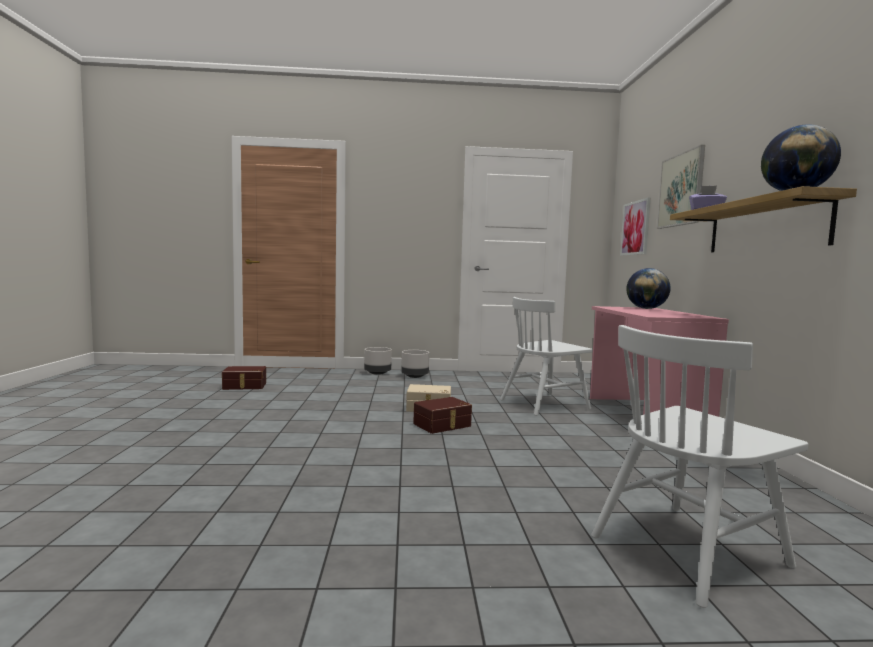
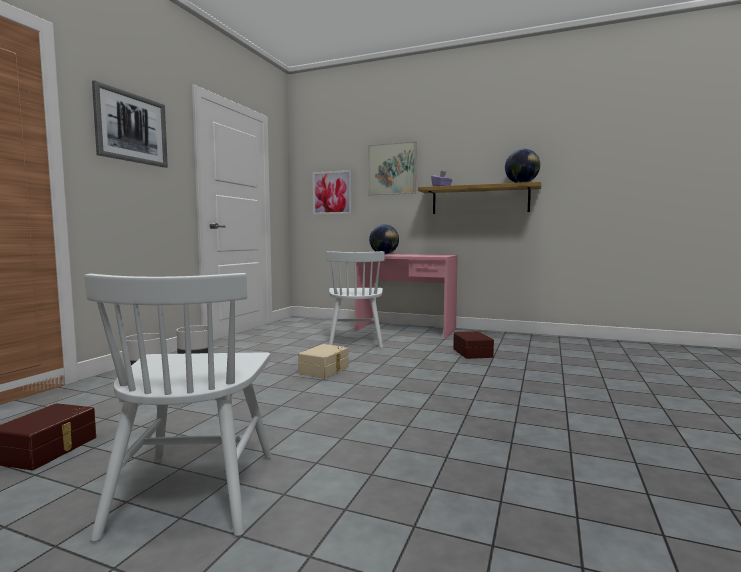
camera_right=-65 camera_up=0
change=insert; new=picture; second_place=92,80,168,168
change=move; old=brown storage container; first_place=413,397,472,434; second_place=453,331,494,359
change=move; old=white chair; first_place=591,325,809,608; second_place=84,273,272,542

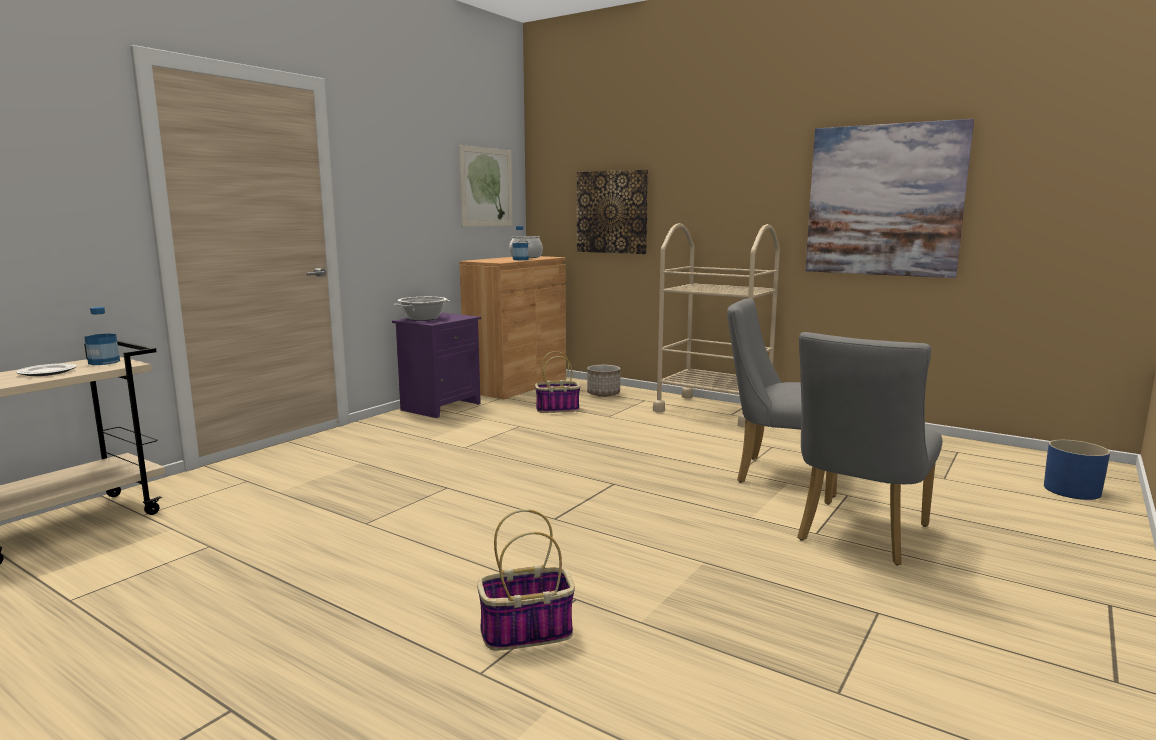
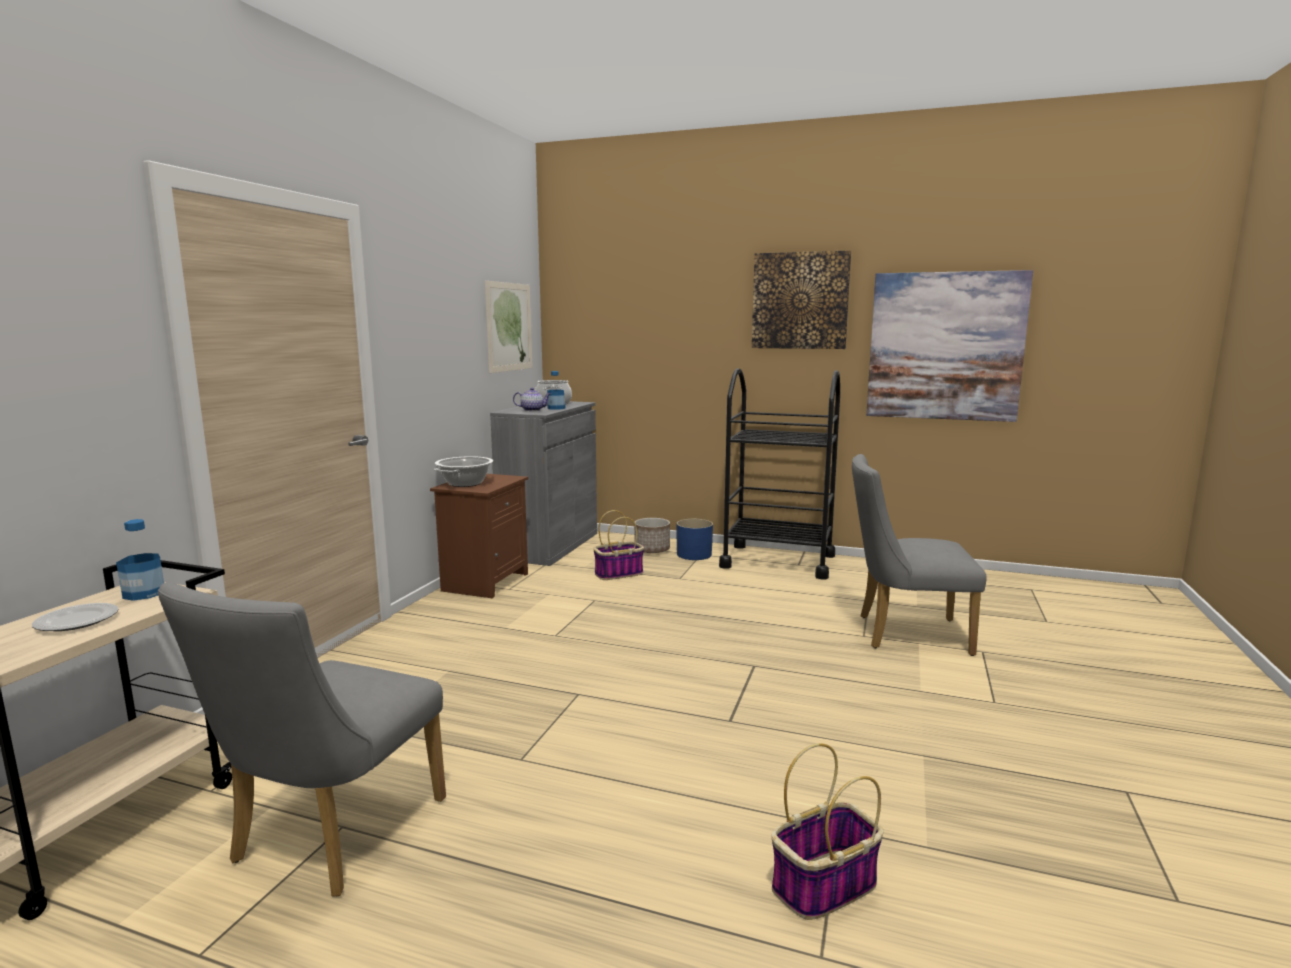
camera_right=-15 camera_up=0
change=insert; new=pot for tea; second_place=513,388,551,411
change=move; old=picture; first_place=577,170,648,254; second_place=752,250,851,349
change=move; old=greyish chair; first_place=797,332,942,565; second_place=158,582,446,897
change=move; old=bluish plant pot; first_place=1044,440,1110,500; second_place=677,519,713,560
change=recolor; old=purplish night table; new=brown night table; first_place=392,313,481,418; second_place=430,474,528,598
change=recolor; old=brown cabinet; new=greyish cabinet; first_place=459,256,566,399; second_place=490,401,597,566
change=recolor; old=sand-coloured cart; new=black cart; first_place=653,223,780,427; second_place=719,368,840,579

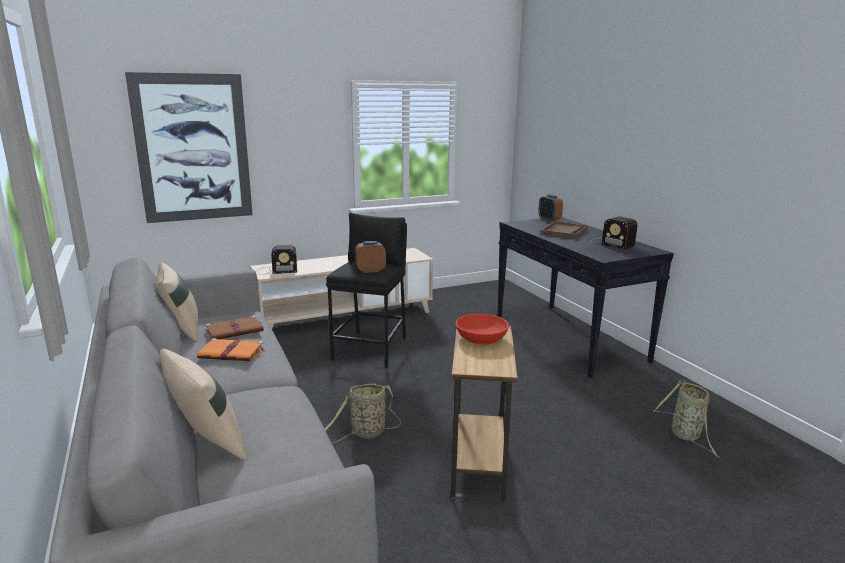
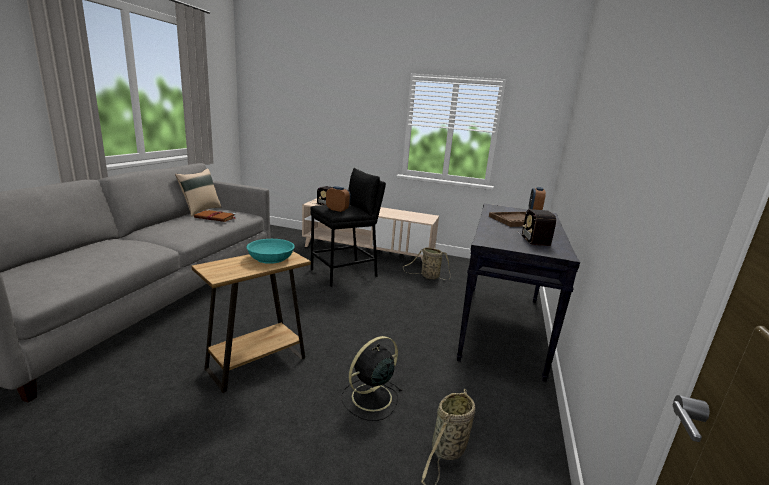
camera_right=40 camera_up=0
change=delete; old=picture; first_place=125,72,253,223
change=delete; old=sand-coloured throw pillow; first_place=160,349,247,460
change=delete; old=orange book; first_place=197,338,265,361
change=insert; new=black fan; second_place=341,336,402,421
change=move; old=household basket; first_place=324,384,401,443; second_place=403,247,451,280
change=recolor; old=red serving bowl; new=turquoise serving bowl; first_place=455,314,509,345; second_place=246,239,295,264

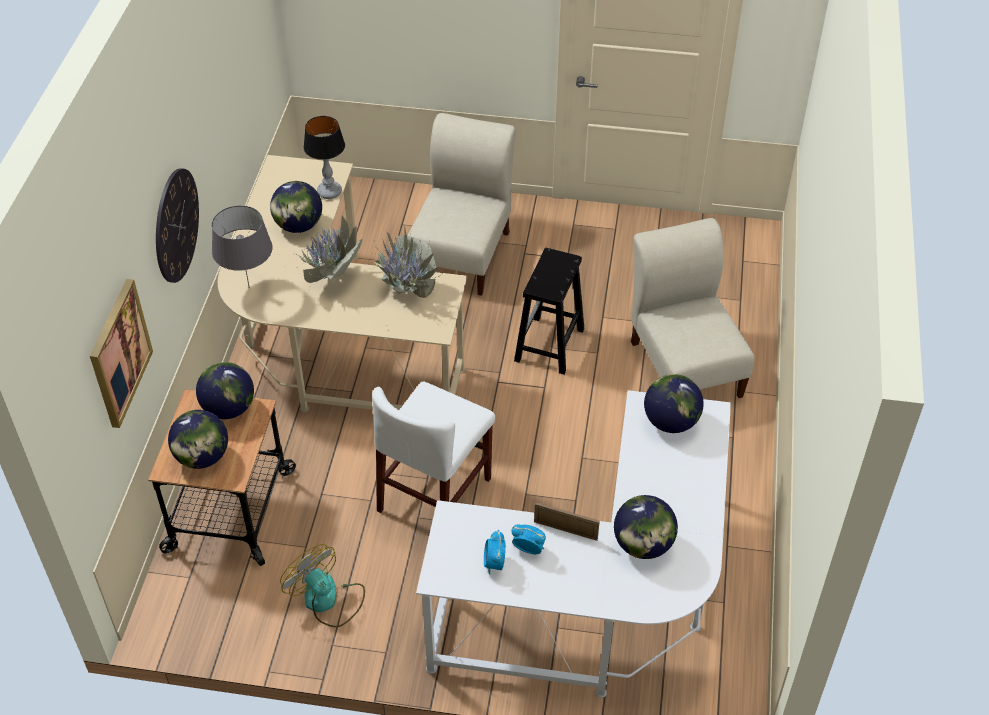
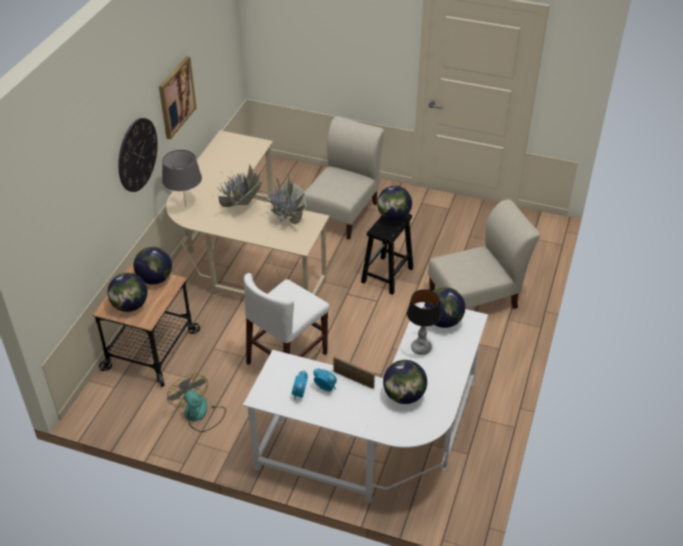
camera_right=10 camera_up=-5
change=move; old=picture; first_place=90,279,153,428; second_place=159,56,197,139
change=move; old=desk globe; first_place=270,181,322,233; second_place=377,186,412,221
change=move; old=tabletop lamp; first_place=304,116,345,199; second_place=407,289,441,355
change=rotate; old=sand-coloured chair; first_place=631,218,754,398; second_place=428,199,540,309; degrees=75

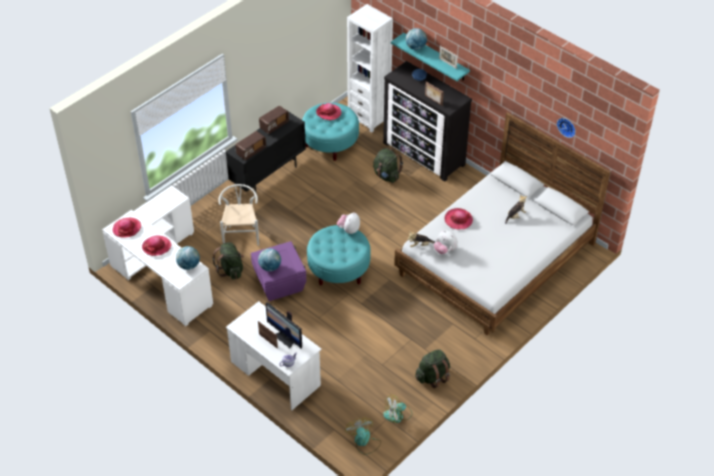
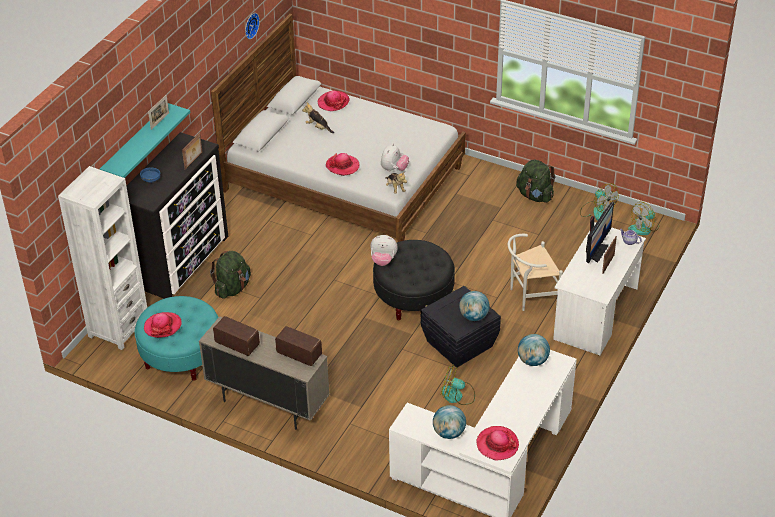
camera_right=-105 camera_up=-5
change=move; old=hat; first_place=142,236,171,256; second_place=318,90,350,111
change=move; old=white chair; first_place=218,184,259,246; second_place=508,234,563,311
change=move; old=desk globe; first_place=405,28,427,50; second_place=433,405,466,439
change=replace; old=green-coloured backpack; new=fan; first_place=212,242,244,280; second_place=441,365,475,405
change=recolor; old=black cabinet; new=sand-coloured cabinet; first_place=226,111,306,194; second_place=199,316,330,430
change=recolor; old=purplish storage container; new=black storage container; first_place=251,241,307,301; second_place=421,286,501,368
change=recolor; old=turquoise ottoman; new=black ottoman; first_place=307,225,371,286; second_place=373,240,455,320

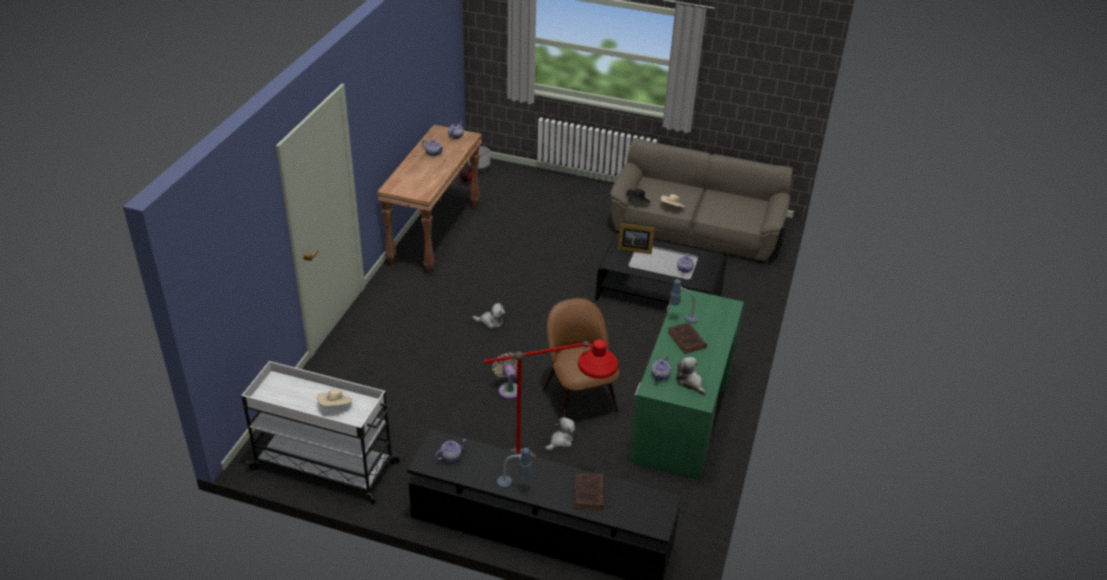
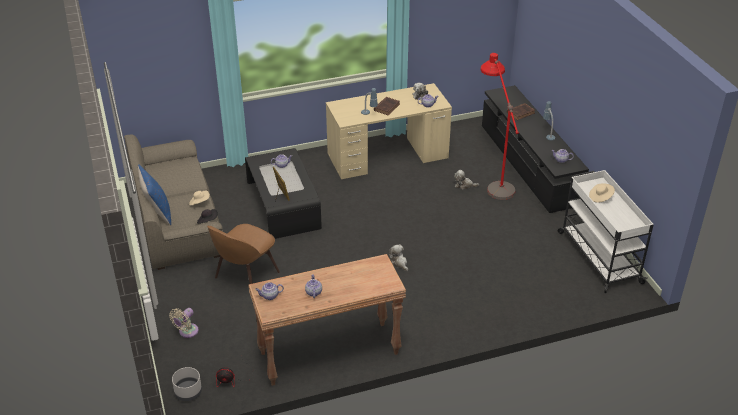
camera_right=-125 camera_up=0
change=insert; new=bluish throw pillow; second_place=138,164,171,225
change=move; old=sand-coloured fan; first_place=492,353,518,399; second_place=169,308,198,338
change=move; old=brown chair; first_place=543,298,619,417; second_place=207,224,280,284
change=recolor; old=green-coloured desk unit; new=sand-coloured desk unit; first_place=629,289,744,480; second_place=326,83,452,179

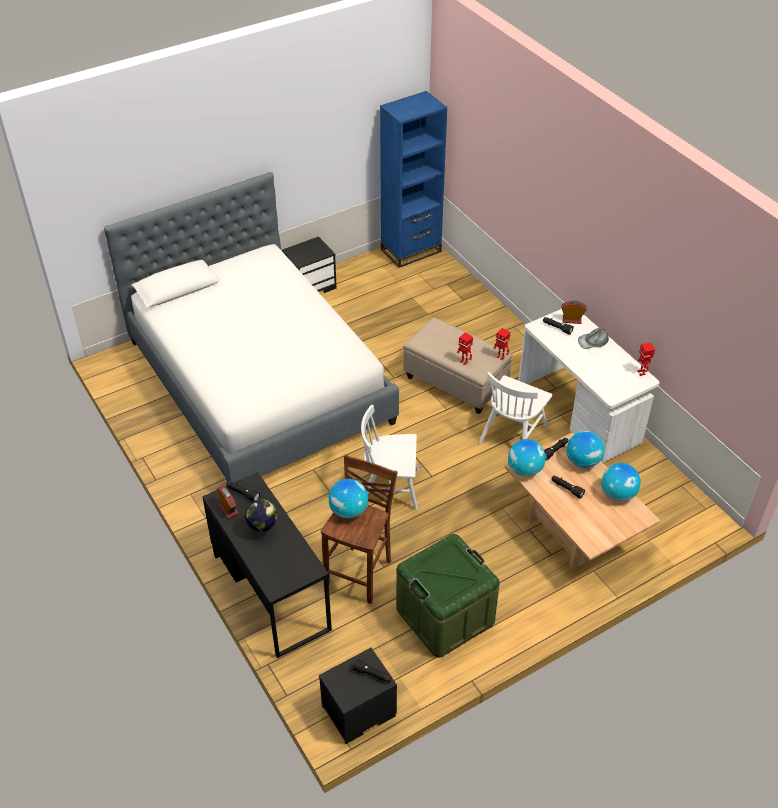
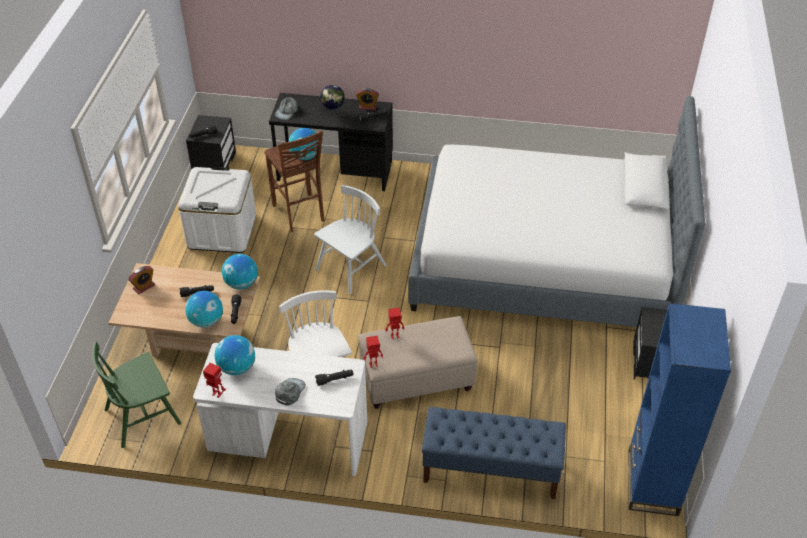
camera_right=130 camera_up=0
change=insert; new=green-coloured chair; second_place=92,342,181,448
change=insert; new=greyish cap; second_place=275,96,298,120
change=insert; new=bluish indoor bench; second_place=422,407,566,499
change=move; old=table clock; first_place=561,301,586,324; second_place=128,266,155,294
change=move; old=desk globe; first_place=602,463,641,501; second_place=214,335,255,375
change=recolor; old=green-coloured storage container; new=white storage container; first_place=396,534,500,657; second_place=178,167,256,253

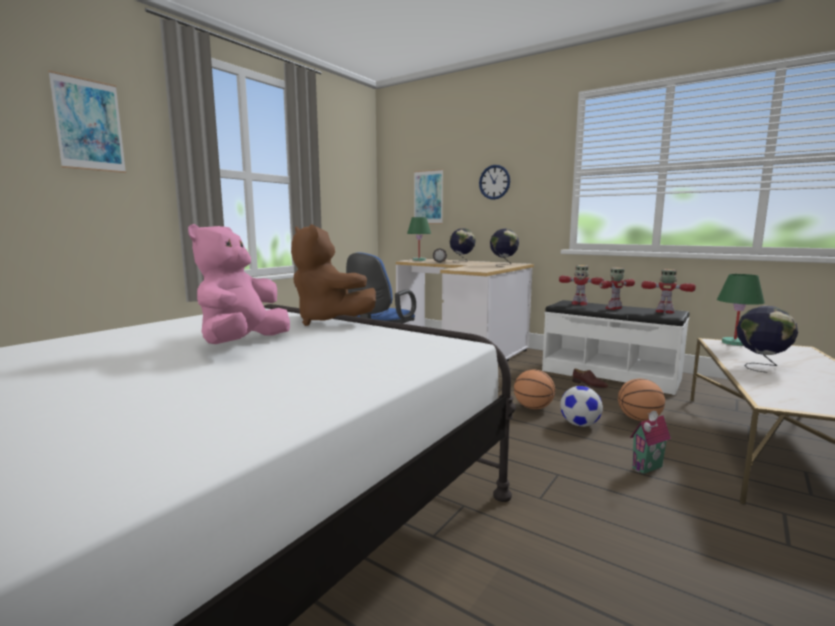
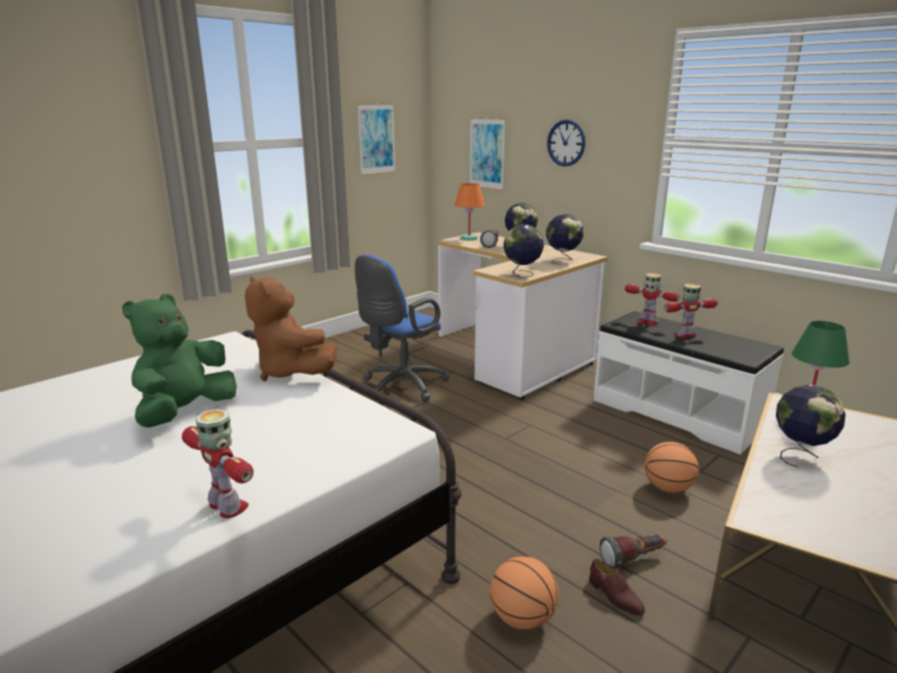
camera_right=10 camera_up=10
change=delete; old=football; first_place=560,386,603,427
change=insert; new=desk globe; second_place=504,224,544,277
change=move; old=picture; first_place=48,70,126,173; second_place=357,103,396,176
change=move; old=basketball; first_place=514,370,555,409; second_place=490,556,559,630
change=move; old=brown shoe; first_place=572,369,608,389; second_place=589,558,645,616
change=move; old=robot figure; first_place=642,269,696,313; second_place=182,409,253,518
change=replace; old=toy house; new=torch; first_place=630,411,671,474; second_place=600,535,667,569
change=recolor; old=pink-coloured cuddly toy; new=green-coloured cuddly toy; first_place=188,224,290,344; second_place=122,294,237,428
change=recolor; old=green-coloured tabletop lamp; new=orange tabletop lamp; first_place=407,217,431,261; second_place=454,183,485,240

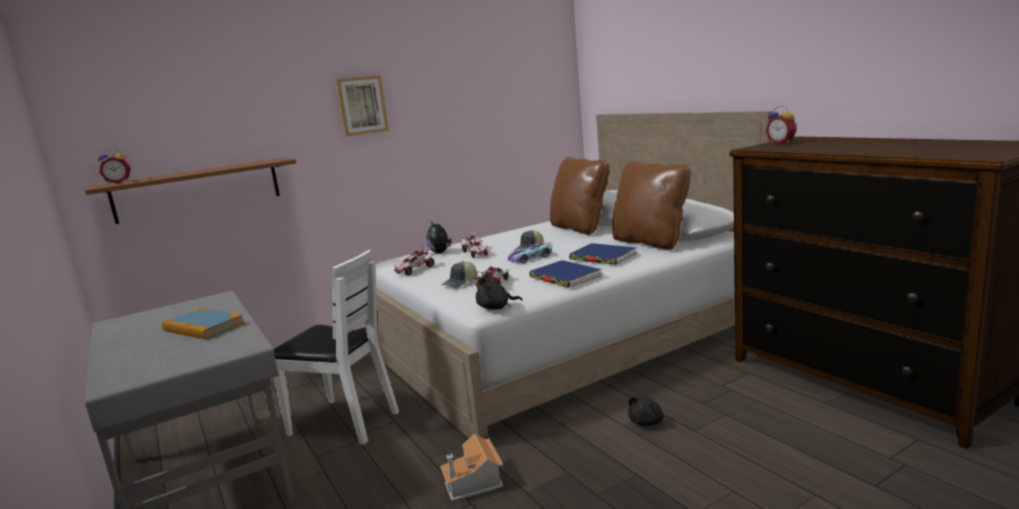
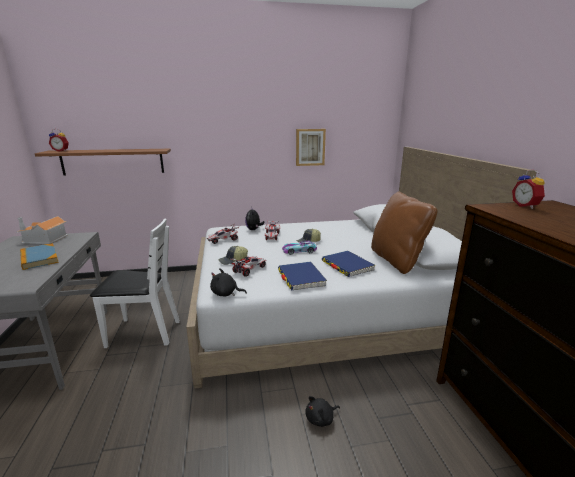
camera_right=20 camera_up=5
change=delete; old=brown throw pillow; first_place=550,157,609,235
change=move; old=picture; first_place=335,75,389,136; second_place=296,129,326,166
change=move; old=toy house; first_place=440,434,503,502; second_place=16,216,68,244
change=rotate; old=white chair; first_place=273,250,399,445; second_place=90,218,180,348; degrees=-45

